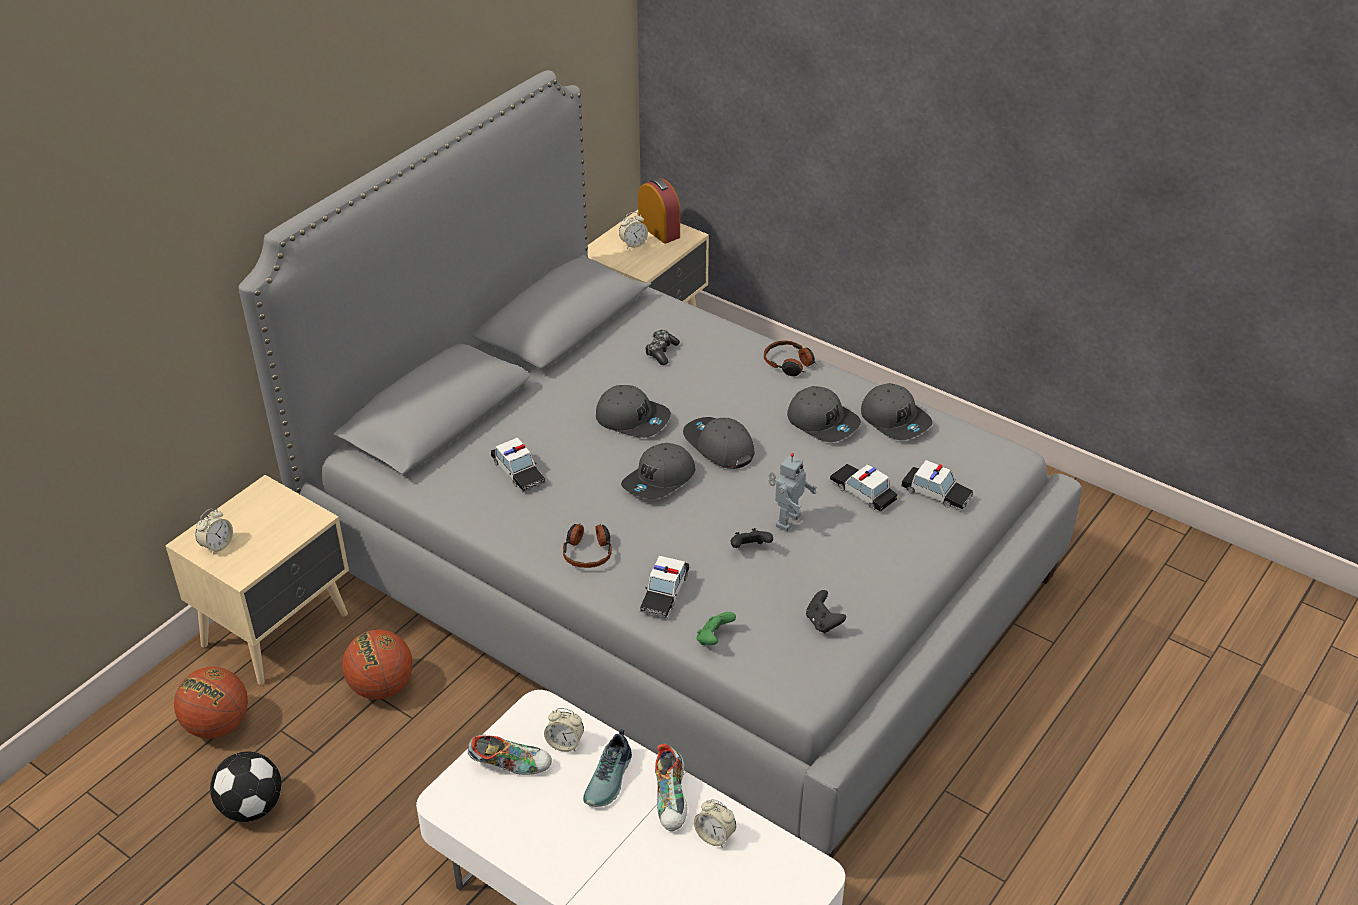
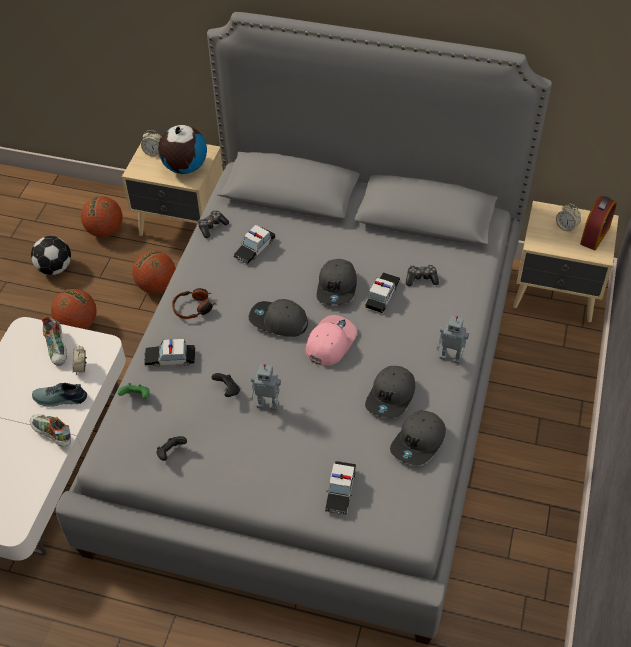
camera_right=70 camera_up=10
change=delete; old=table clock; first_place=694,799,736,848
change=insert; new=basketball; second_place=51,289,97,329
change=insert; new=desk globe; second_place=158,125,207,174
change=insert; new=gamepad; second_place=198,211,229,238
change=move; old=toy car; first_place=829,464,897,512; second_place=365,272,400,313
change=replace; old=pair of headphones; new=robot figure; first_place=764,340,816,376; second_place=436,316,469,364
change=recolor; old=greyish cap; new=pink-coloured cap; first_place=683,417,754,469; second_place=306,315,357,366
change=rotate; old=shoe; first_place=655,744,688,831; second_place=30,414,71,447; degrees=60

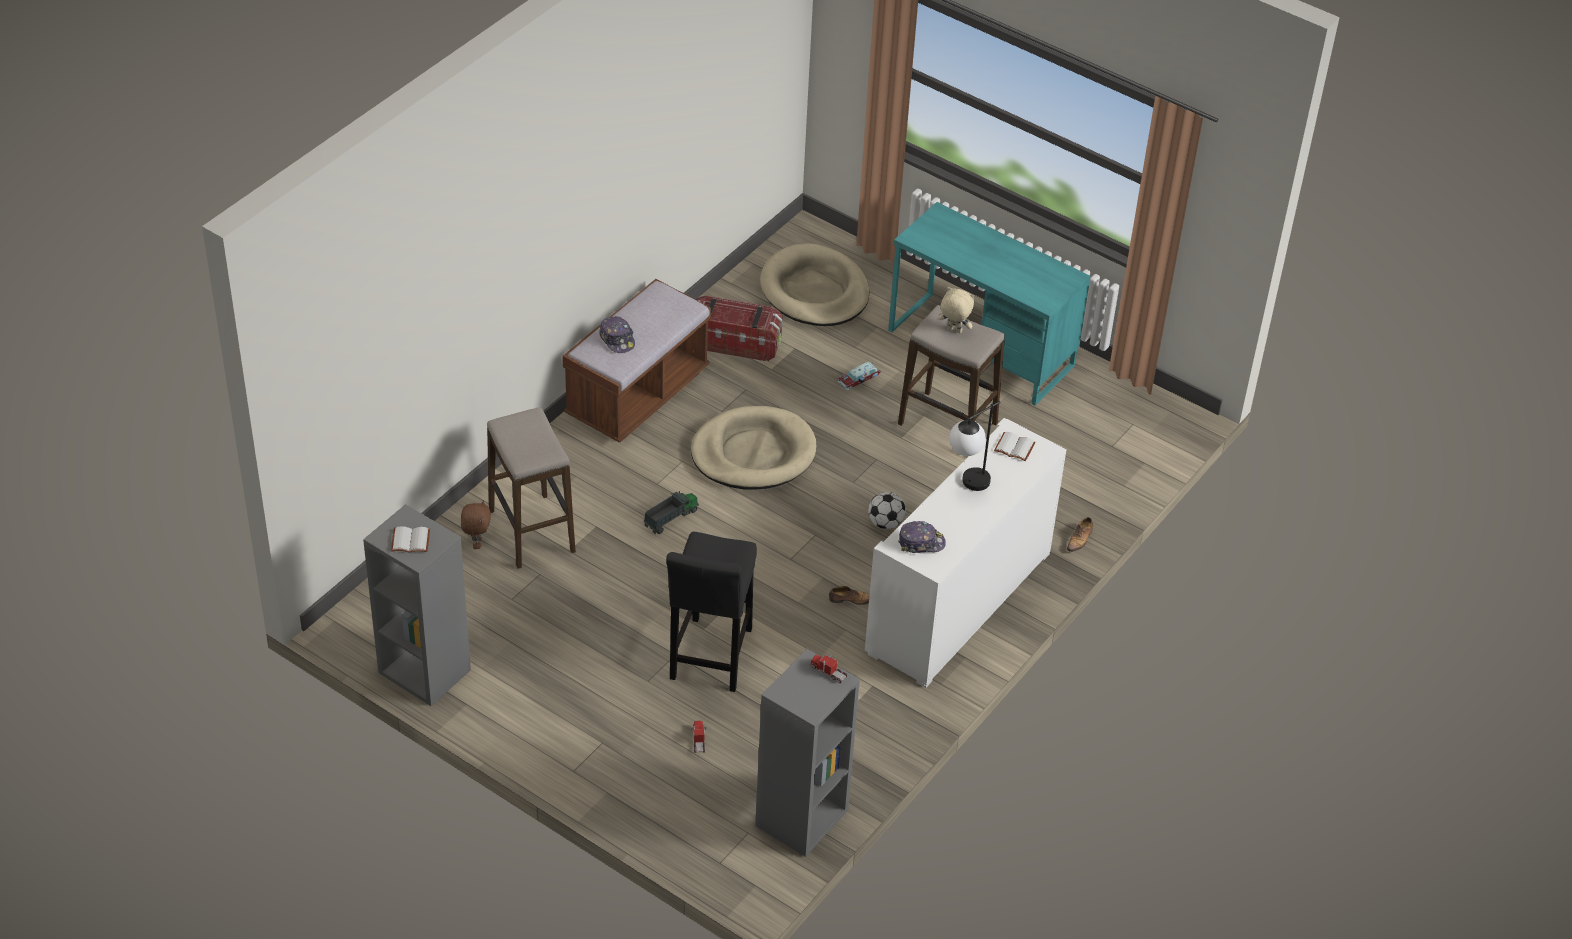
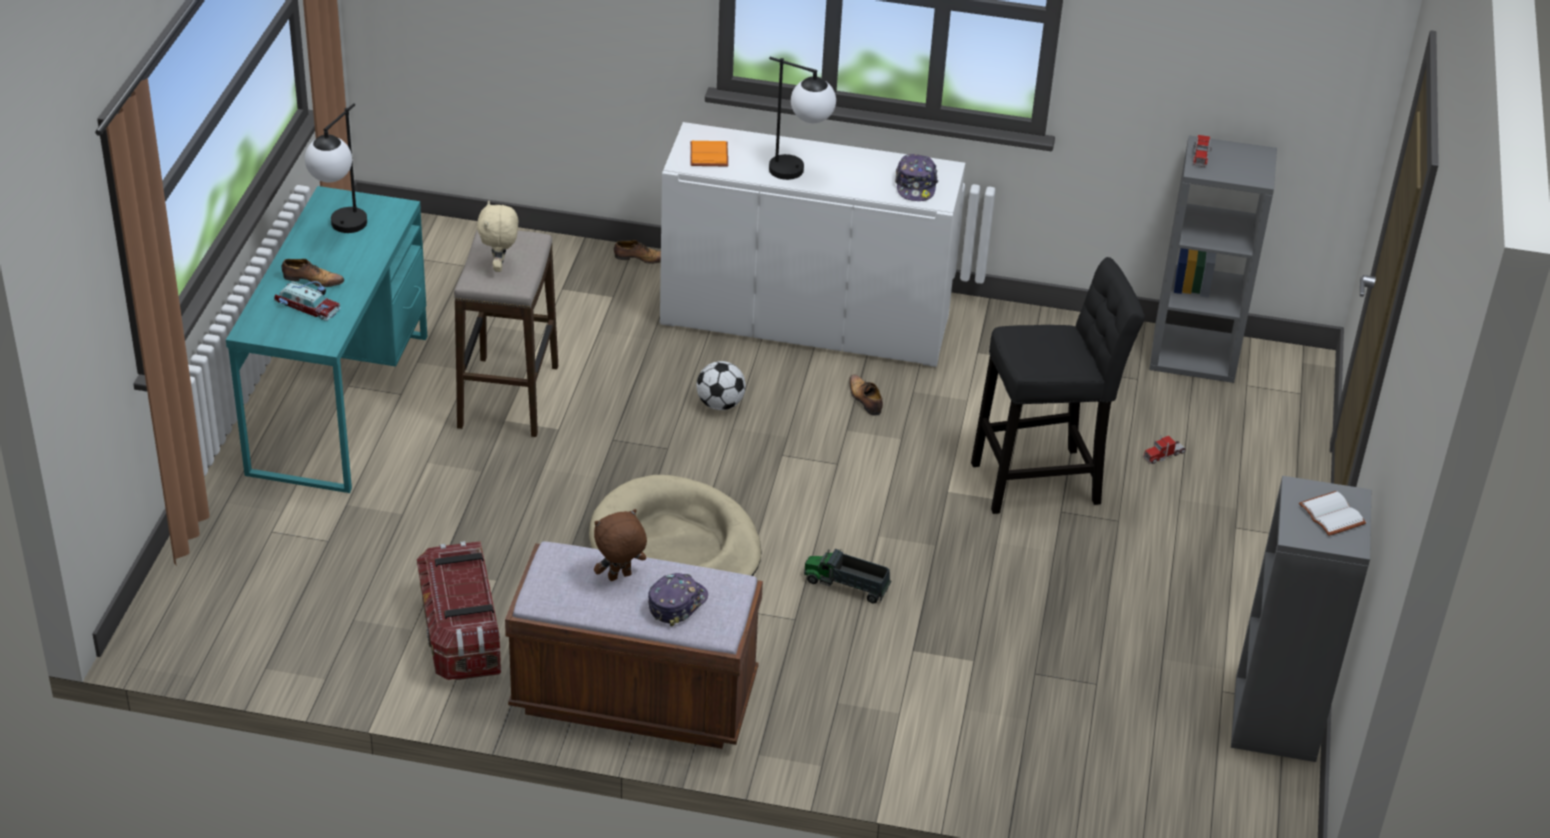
camera_right=-115 camera_up=-5
change=delete; old=stool seat; first_place=487,407,576,569
change=delete; old=sand-coloured dog cushion; first_place=760,243,869,326
change=insert; new=shoe; second_place=282,259,344,287
change=insert; new=tabletop lamp; second_place=305,103,367,233
change=move; old=brown cuddly toy; first_place=461,500,491,549; second_place=594,509,647,581
change=move; old=toy car; first_place=838,361,881,390; second_place=274,281,341,321
change=recolor; old=white book; new=orange book; first_place=994,432,1036,461; second_place=690,141,728,166
change=rotate; old=cap; first_place=898,521,946,553; second_place=895,154,938,201; degrees=-150

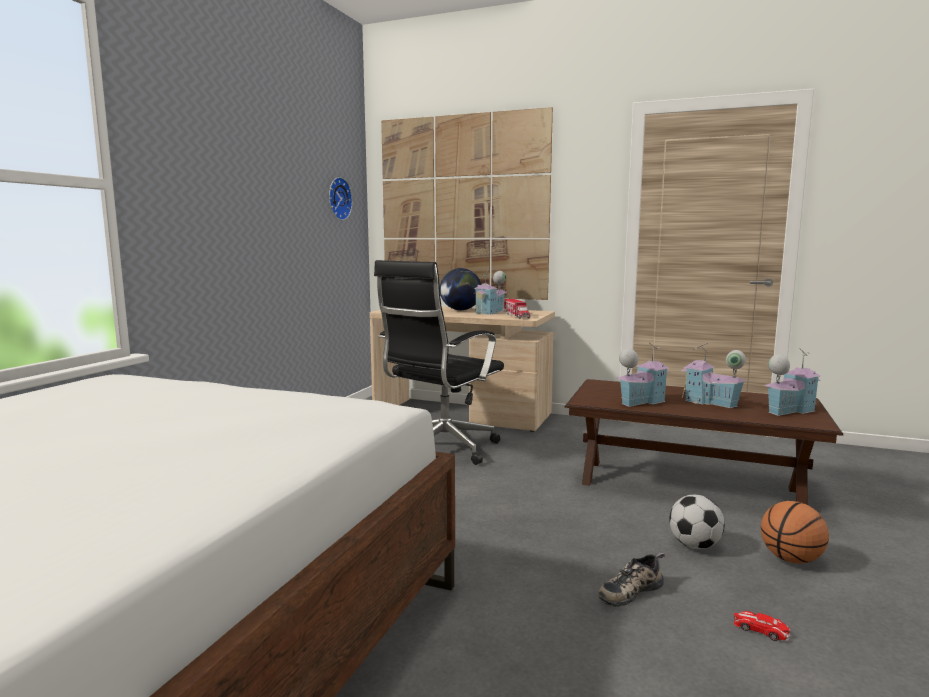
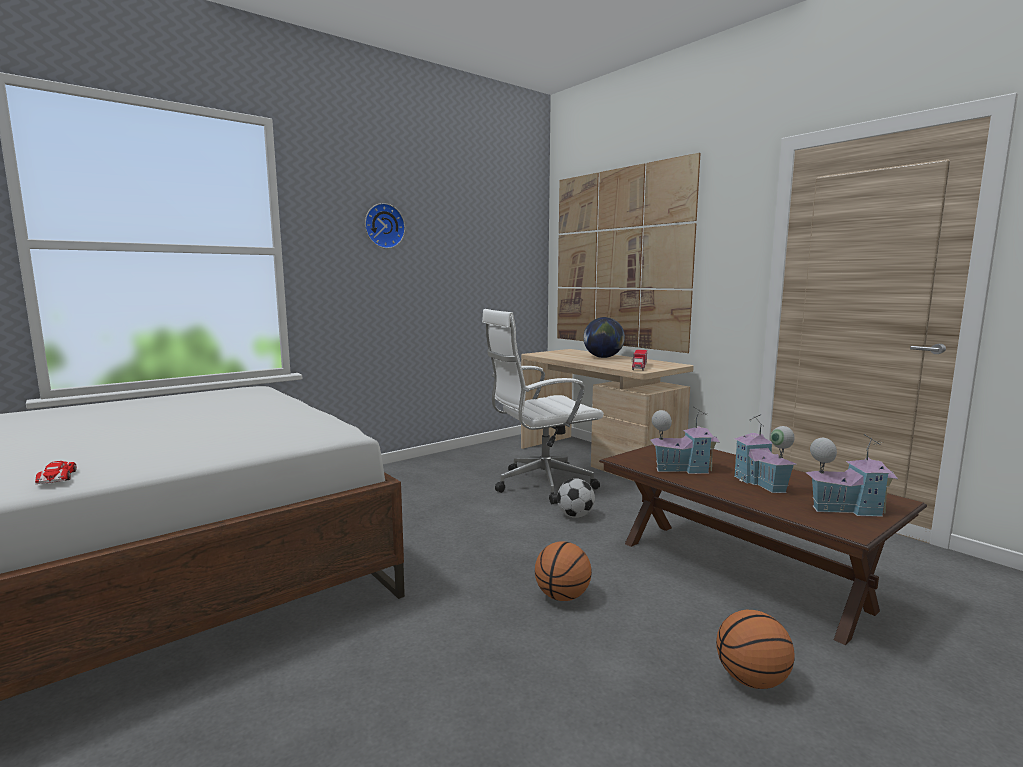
camera_right=30 camera_up=0
change=delete; old=toy house; first_place=473,269,507,315
change=delete; old=shoe; first_place=598,553,665,607
change=insert; new=basketball; second_place=535,541,592,601
change=move; old=clock on the wall; first_place=329,177,353,220; second_place=365,203,405,249
change=move; old=football; first_place=669,495,725,549; second_place=557,478,595,518
change=move; old=toy car; first_place=734,611,790,641; second_place=35,461,77,484
change=recolor; old=black desk chair; new=white desk chair; first_place=374,260,504,465; second_place=482,309,604,504

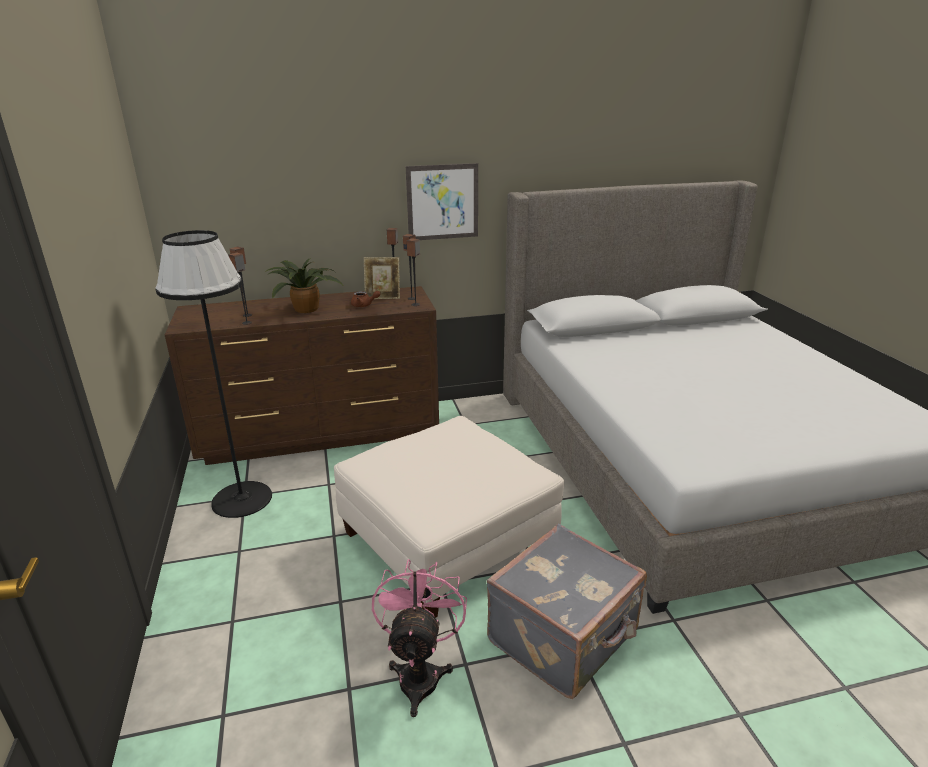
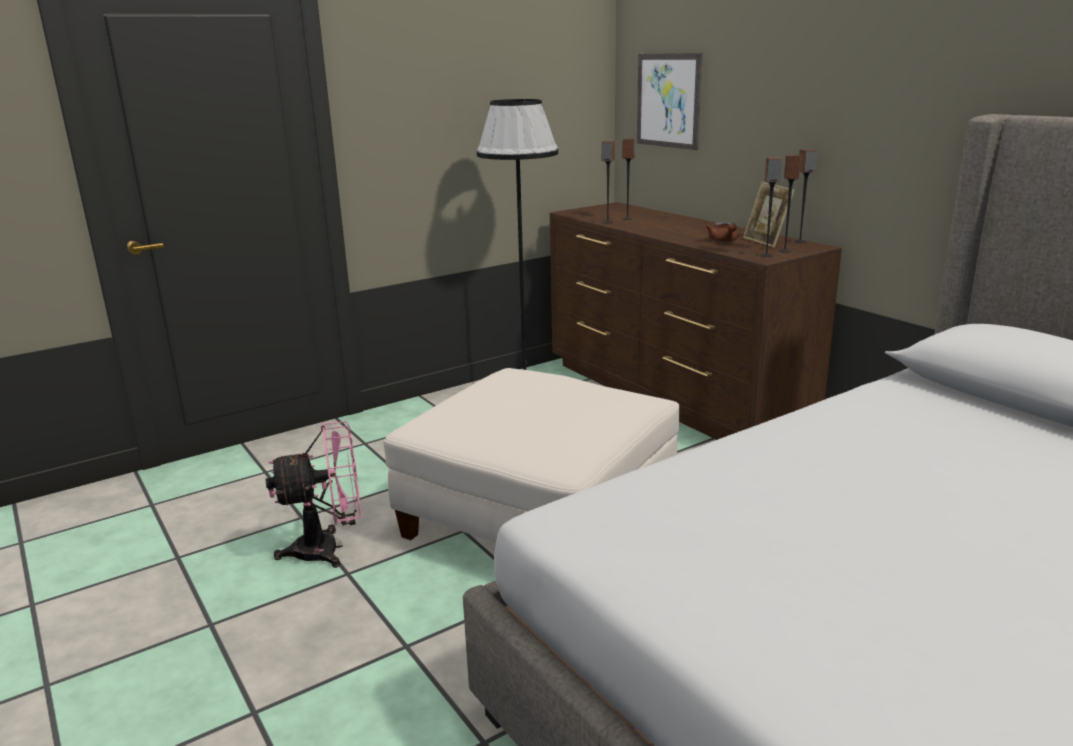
camera_right=70 camera_up=-5
change=delete; old=houseplant; first_place=265,258,343,313
change=delete; old=greyish suitcase; first_place=487,524,647,699
change=move; old=picture; first_place=406,163,478,240; second_place=637,53,702,150

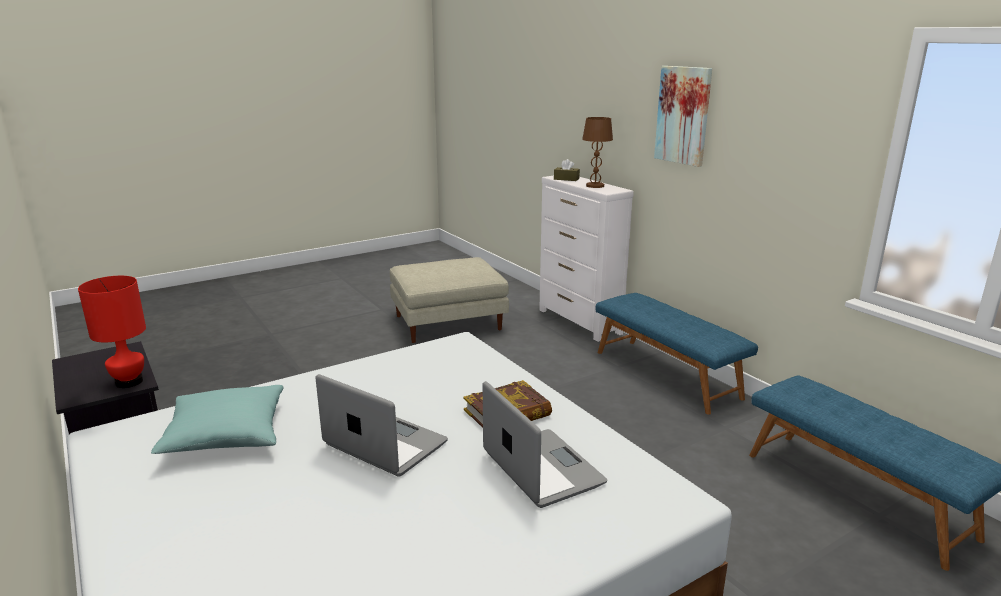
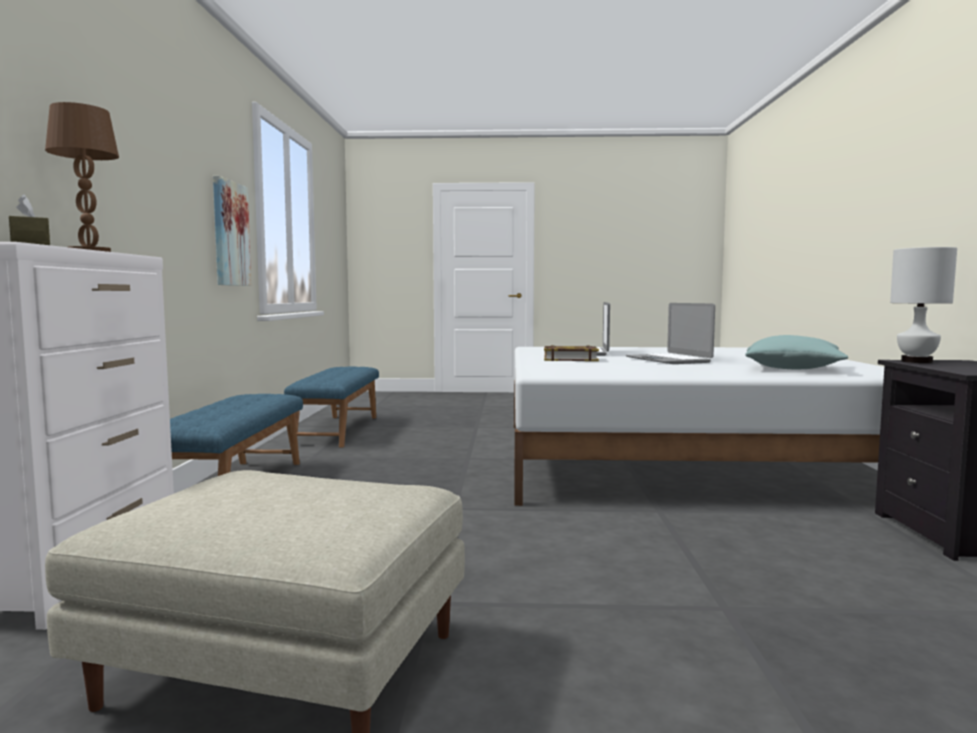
camera_right=-145 camera_up=-15
change=move; old=picture; first_place=654,66,712,167; second_place=213,176,251,286
change=recolor; old=red tabletop lamp; new=white tabletop lamp; first_place=78,276,146,388; second_place=890,247,957,363

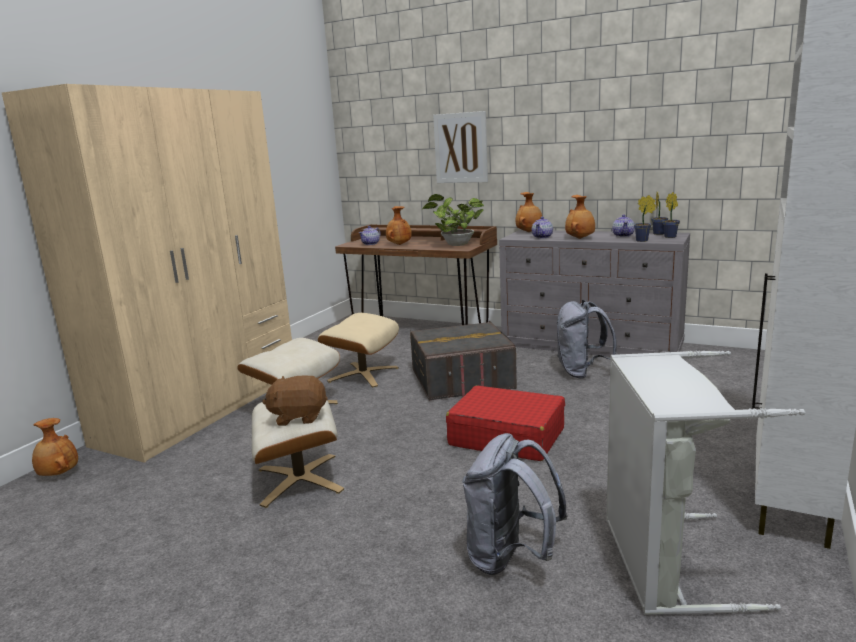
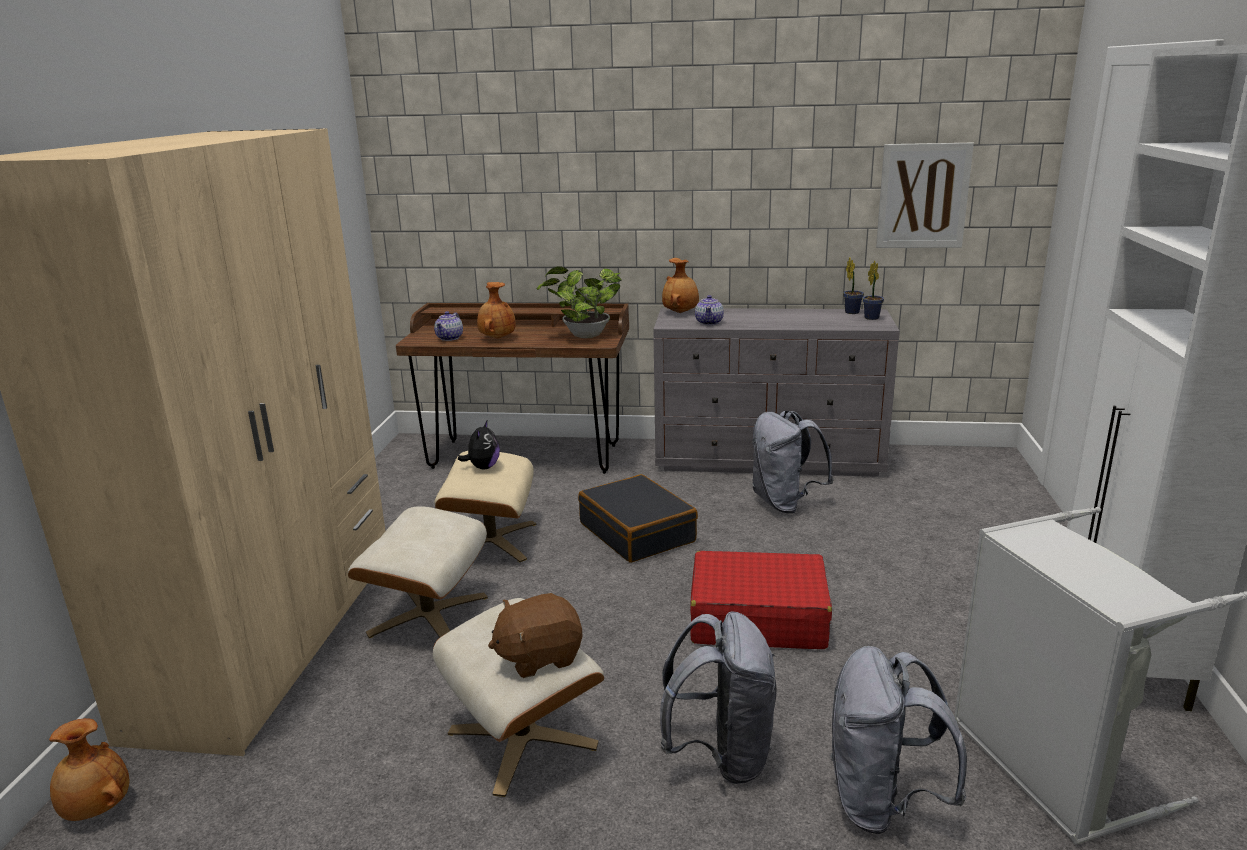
camera_right=-20 camera_up=5
change=delete; old=brown flower vase; first_place=565,195,595,239
change=delete; old=pot for tea; first_place=612,214,635,237
change=delete; old=houseplant; first_place=634,195,656,242
change=insert; new=cuddly toy; second_place=458,421,500,469
change=insert; new=greyish backpack; second_place=660,611,776,784
change=move; old=picture; first_place=433,111,488,183; second_place=876,143,974,248
change=replace; old=greyish storage container; new=black suitcase; first_place=410,321,517,401; second_place=578,474,698,562

